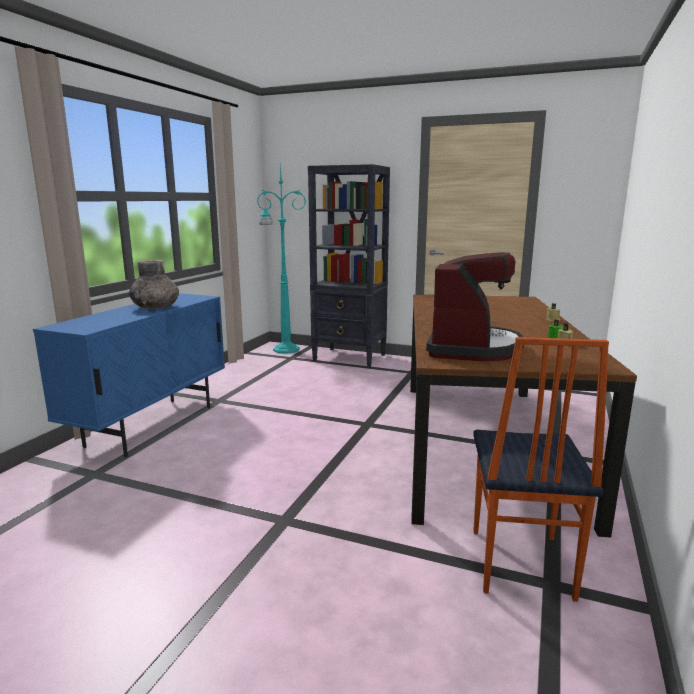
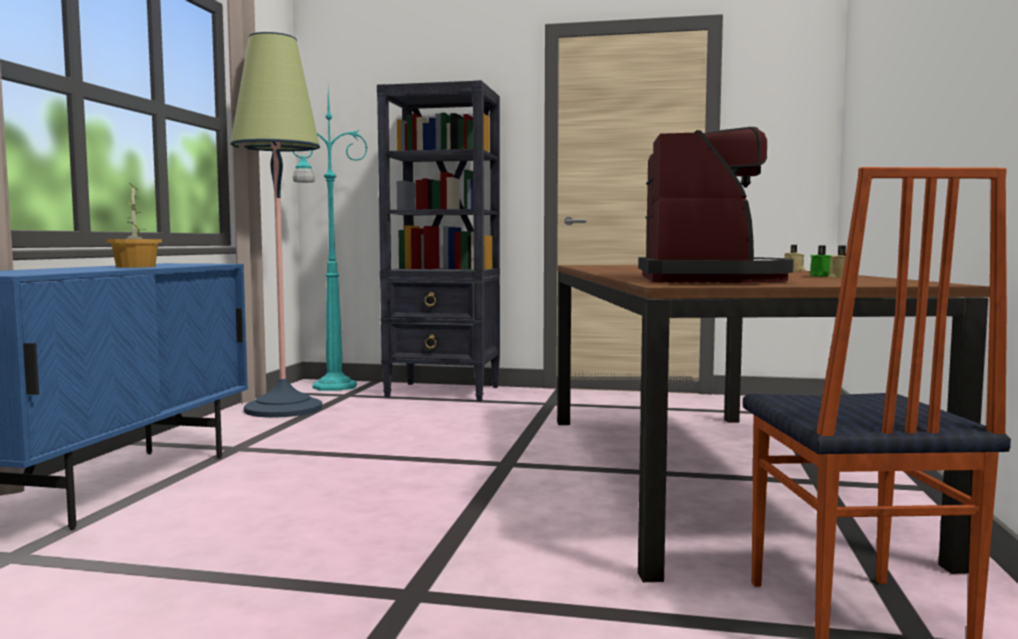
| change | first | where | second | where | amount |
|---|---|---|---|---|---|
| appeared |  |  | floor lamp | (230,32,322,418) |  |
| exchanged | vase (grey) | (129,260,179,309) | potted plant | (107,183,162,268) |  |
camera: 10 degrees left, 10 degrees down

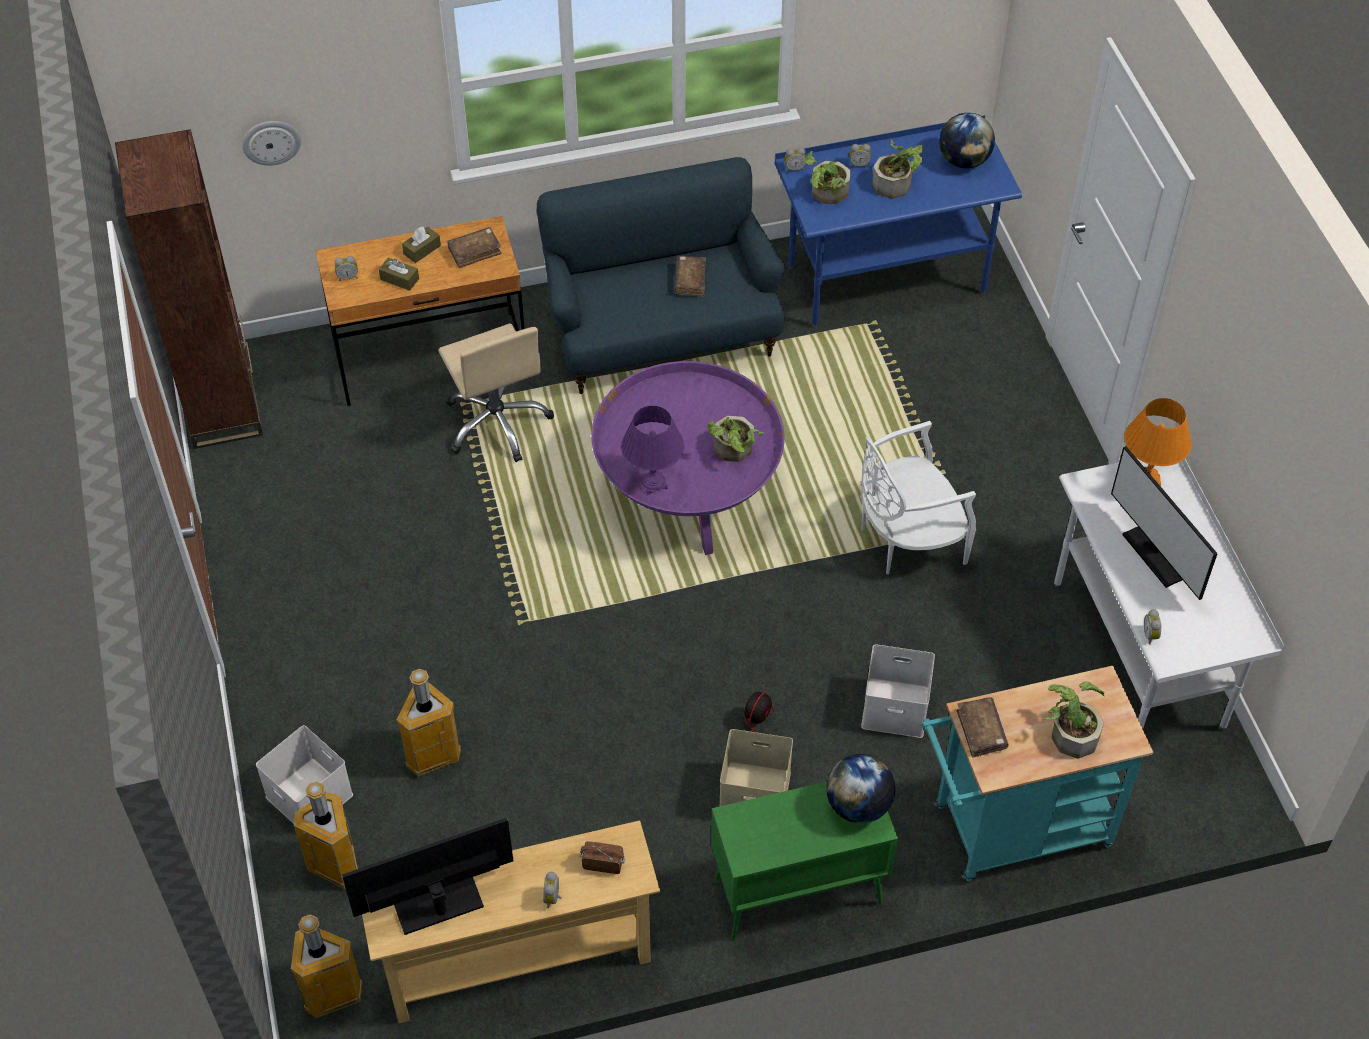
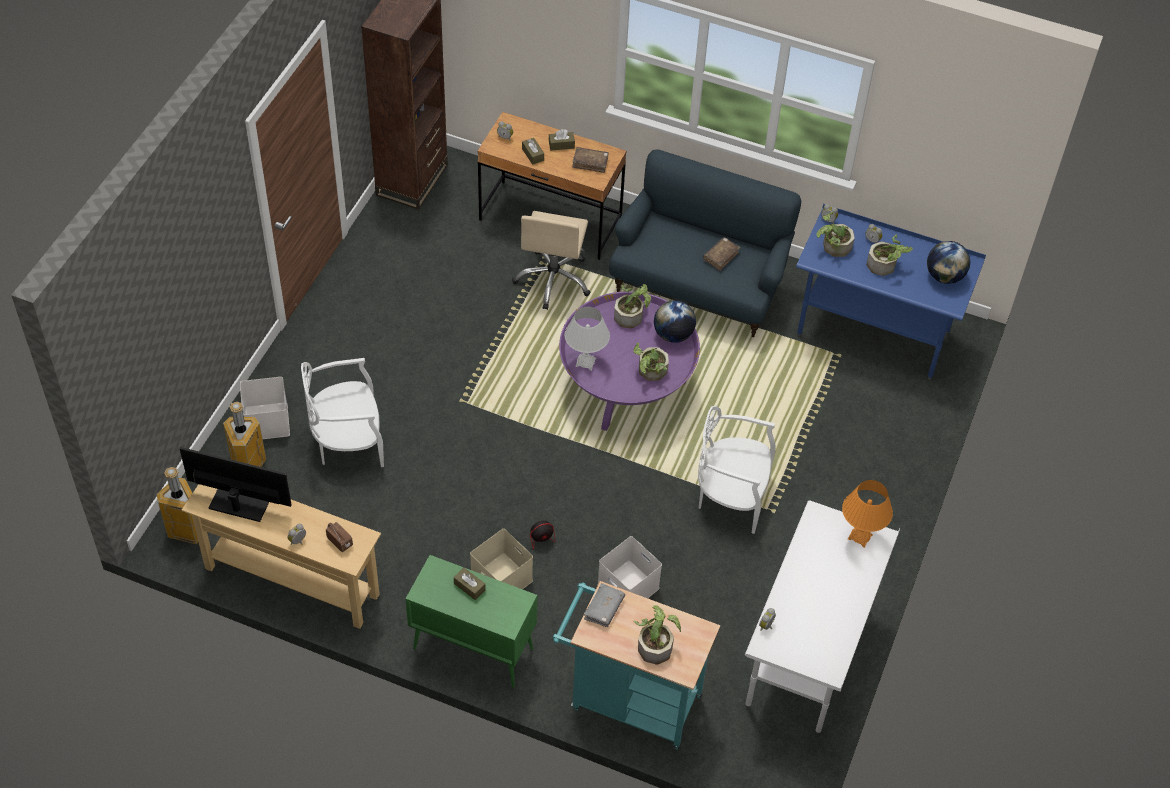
| change | first | where | second | where | amount |
|---|---|---|---|---|---|
| missing | wall clock | (242,121,301,166) |  |  |  |
| missing | monitor | (1111,446,1218,600) |  |  |  |
| appeared |  |  | tissue box (brown) | (454,568,485,600) |  |
| appeared |  |  | potted plant | (614,284,651,328) |  |
| relocated | globe | (826,754,895,823) |  | (654,300,696,343) |  |
| exchanged | trash can | (396,669,461,777) | chair (white) | (301,358,384,467) |  |
| colour | table lamp (purple) | (621,406,684,495) | table lamp (white) | (564,307,610,371) |  |
| colour | book (brown) | (957,697,1009,758) | book (grey) | (584,583,625,627) |  |
camera: 35 degrees right, 0 degrees up

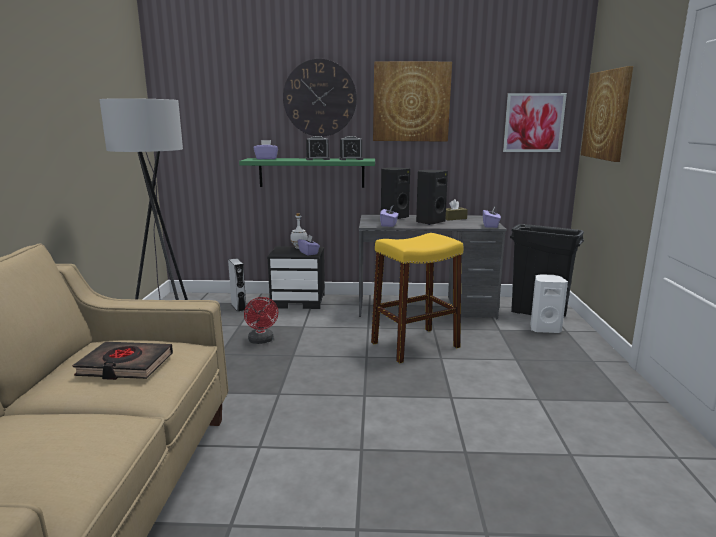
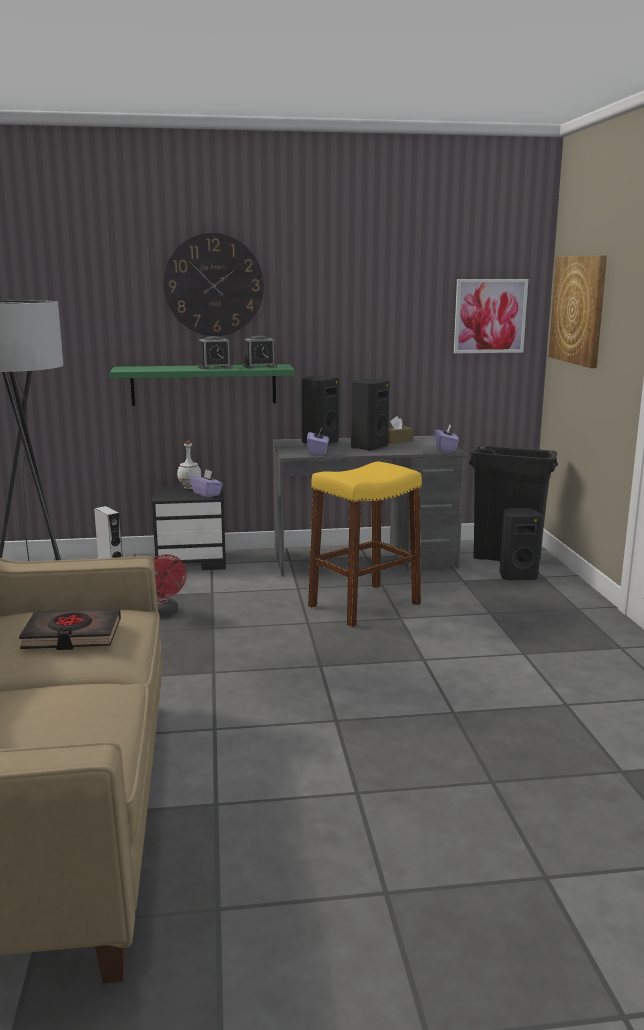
| change | first | where | second | where | amount |
|---|---|---|---|---|---|
| missing | tissue box (purple) | (254,140,278,159) |  |  |  |
| missing | picture | (373,61,452,142) |  |  |  |
| colour | speaker (white) | (530,274,568,333) | speaker (black) | (500,508,543,580) |  |
camera: 10 degrees left, 0 degrees up

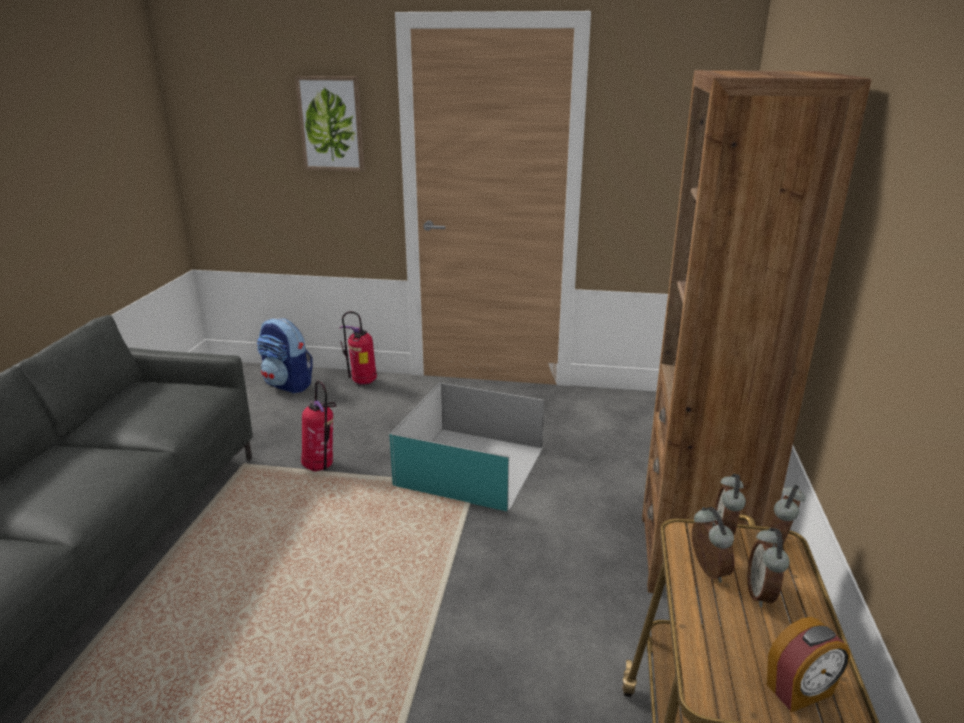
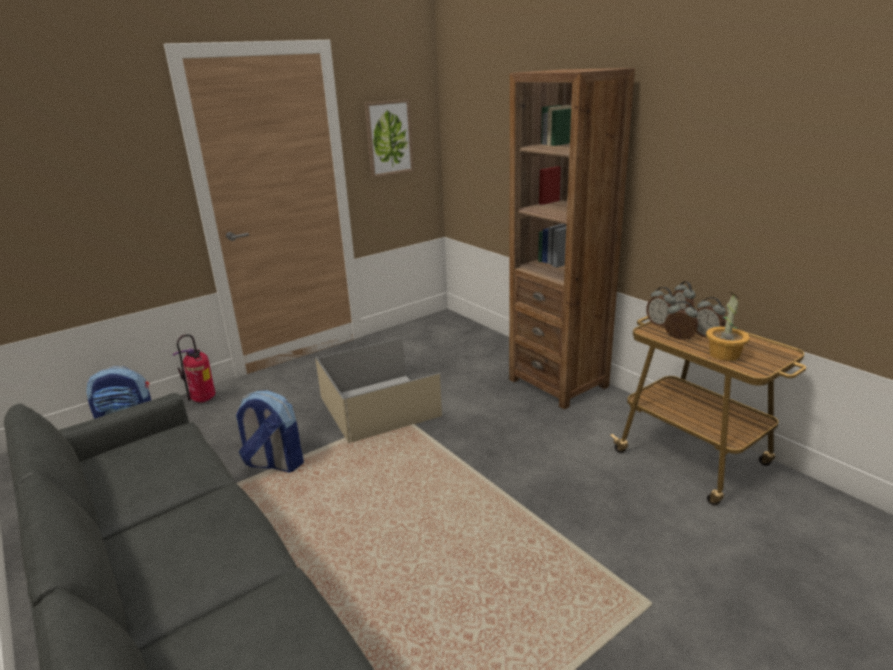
| change | first | where | second | where | amount |
|---|---|---|---|---|---|
| missing | alarm clock | (767,617,850,712) |  |  |  |
| appeared |  |  | potted plant | (706,292,750,361) |  |
| relocated | picture | (295,76,365,171) |  | (364,99,414,178) |  |
| exchanged | fire extinguisher | (301,381,337,471) | backpack | (236,390,304,473) |  |
| colour | storage box (turquoise) | (389,381,544,511) | storage box (beige) | (315,337,442,443) |  |
camera: 45 degrees left, 0 degrees up

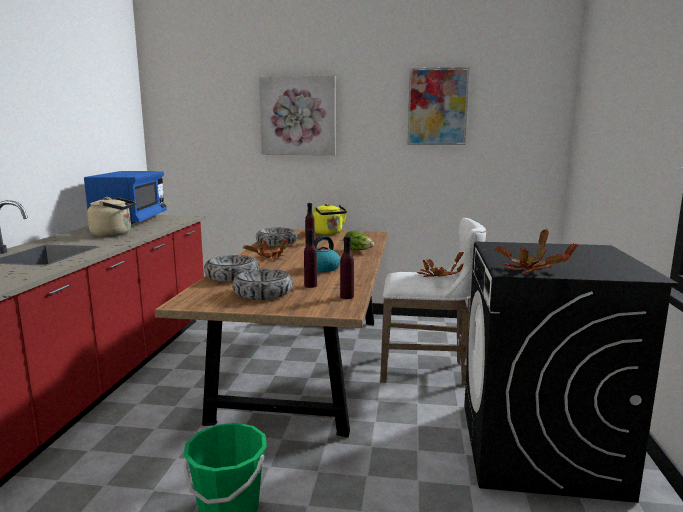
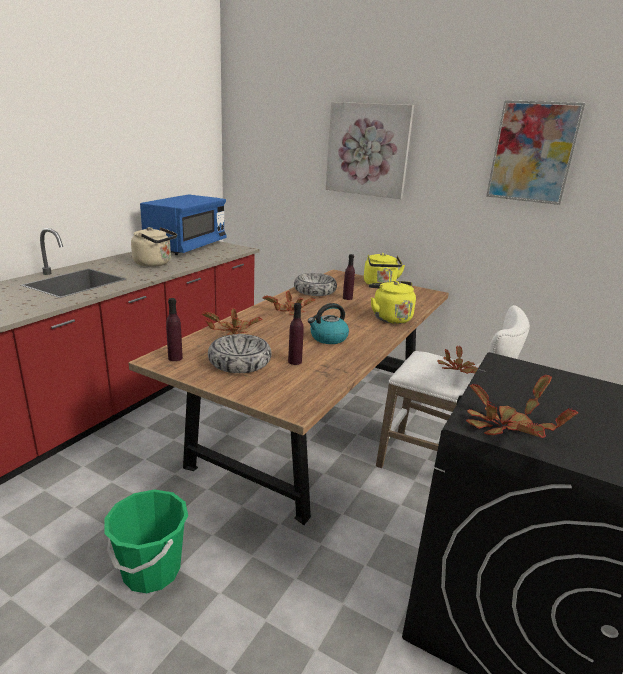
| change | first | where | second | where | amount |
|---|---|---|---|---|---|
| relocated | bottle (purple) | (340,236,354,299) |  | (166,298,183,361) |  |
| exchanged | bowl | (204,255,259,282) | potted plant | (202,307,263,335) |  |
| exchanged | lettuce | (344,231,374,250) | kettle (yellow) | (369,281,416,324) |  |
camera: 20 degrees right, 10 degrees up

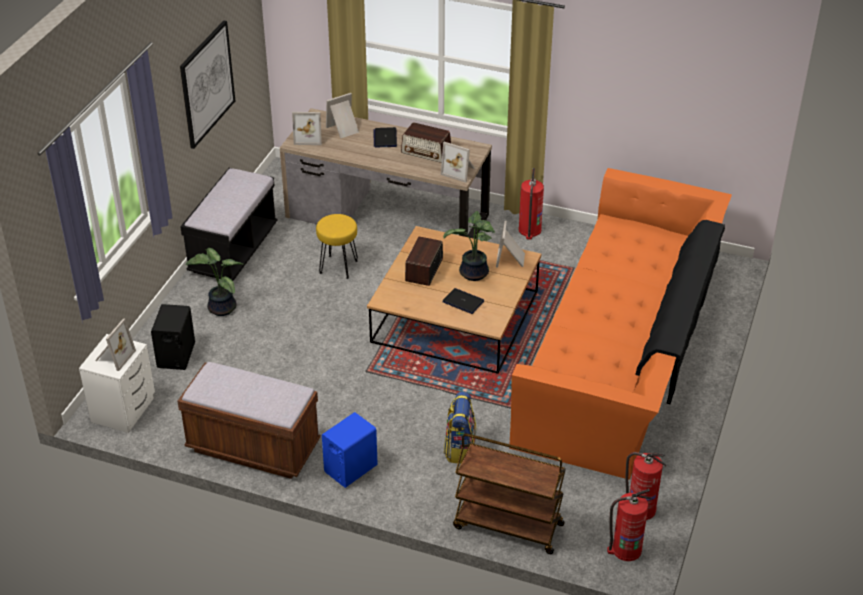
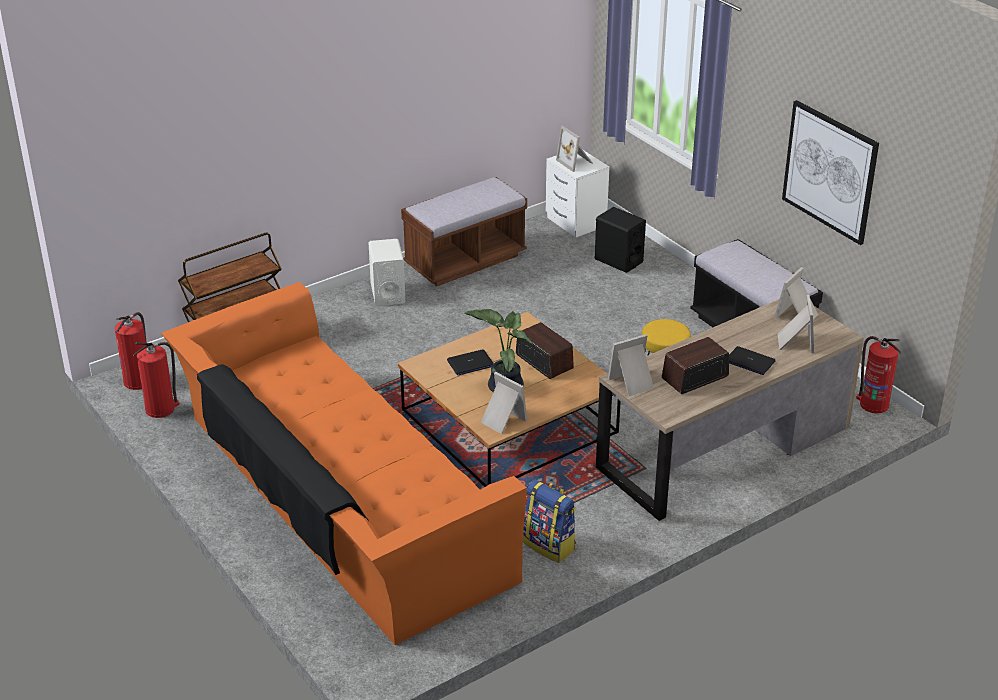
| change | first | where | second | where | amount |
|---|---|---|---|---|---|
| missing | potted plant | (185,248,243,316) |  |  |  |
| relocated | backpack | (444,391,476,464) |  | (523,479,576,563) |  |
| relocated | fire extinguisher | (519,168,544,240) |  | (856,336,901,413) |  |
| colour | speaker (blue) | (322,412,378,488) | speaker (white) | (369,239,405,306) |  |
camera: 125 degrees right, 5 degrees down

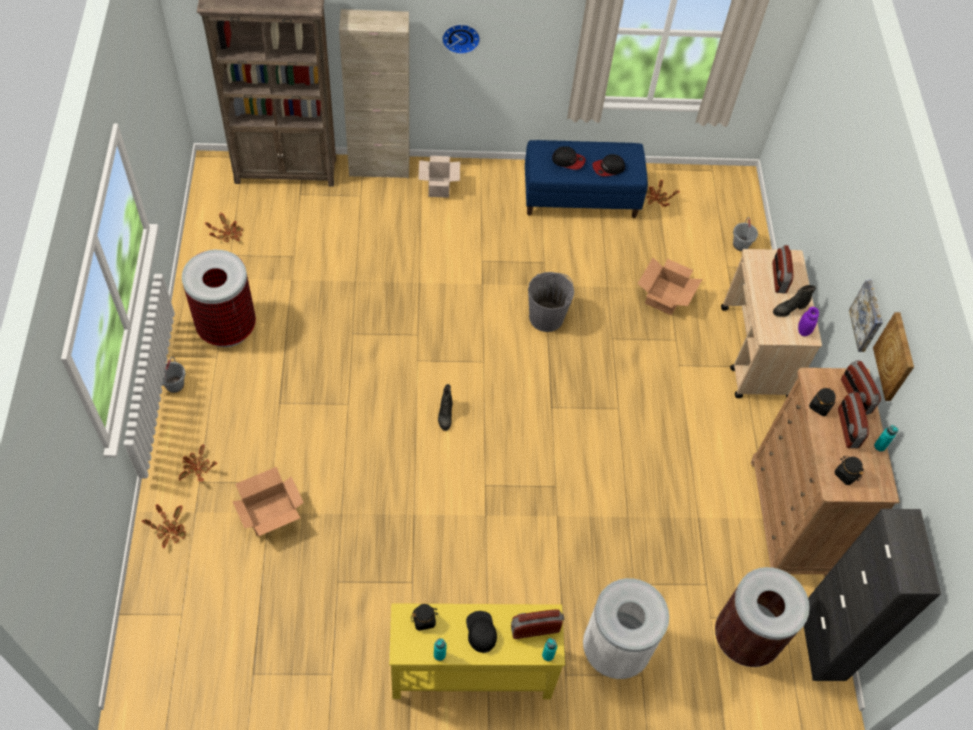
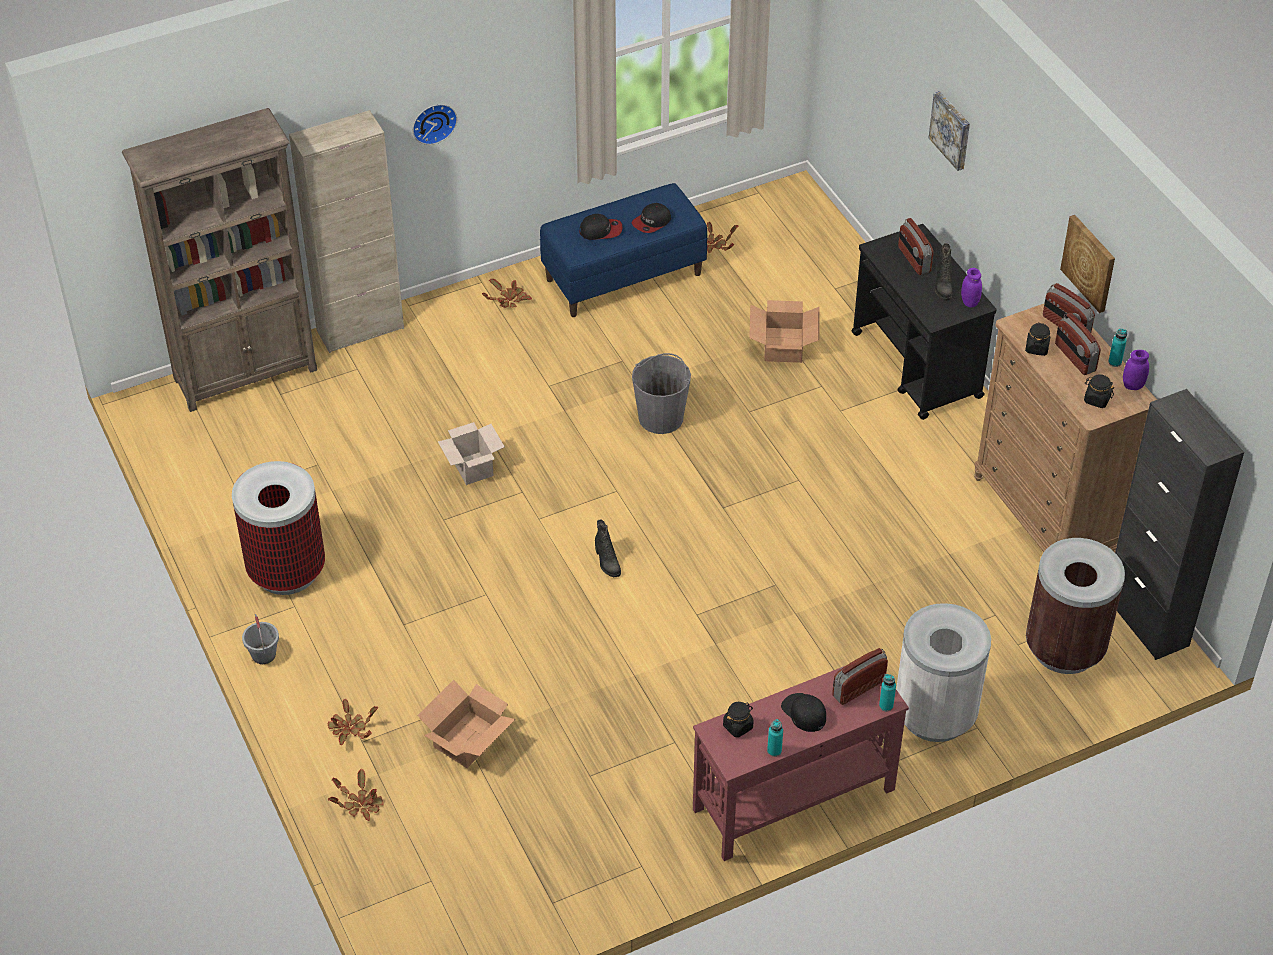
| change | first | where | second | where | amount |
|---|---|---|---|---|---|
| missing | bucket (grey) | (733,217,758,251) |  |  |  |
| appeared |  |  | jar (purple) | (1123,350,1149,390) |  |
| relocated | potted plant | (205,213,243,242) |  | (482,279,532,308) |  |
| relocated | cardboard box | (418,156,460,198) |  | (438,422,505,485) |  |
| relocated | picture | (849,280,883,352) |  | (929,91,970,171) |  |
| colour | console table (yellow) | (389,603,565,699) | console table (red) | (693,666,909,861) |  |
| colour | cart (beige) | (721,249,822,398) | cart (black) | (852,224,997,420) |  |
| spun | boot (black) | (773,285,816,317) |  | (935,243,953,301) | 45 degrees counterclockwise |
camera: 20 degrees left, 10 degrees down

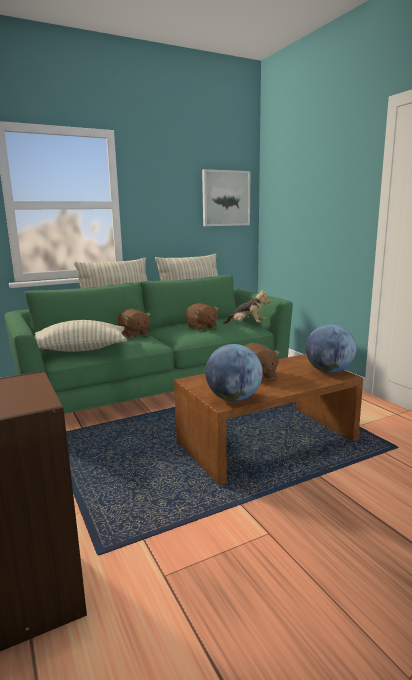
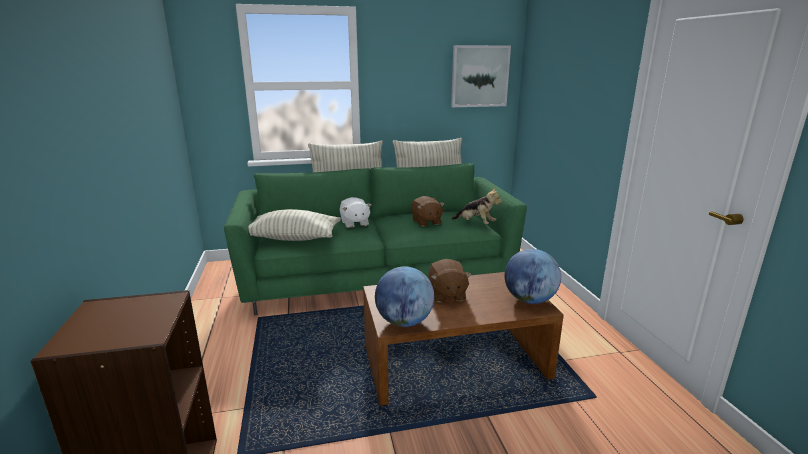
| change | first | where | second | where | amount |
|---|---|---|---|---|---|
| colour | plush toy (brown) | (117,309,151,338) | plush toy (white) | (340,197,371,228) |  |
camera: 15 degrees right, 5 degrees up

